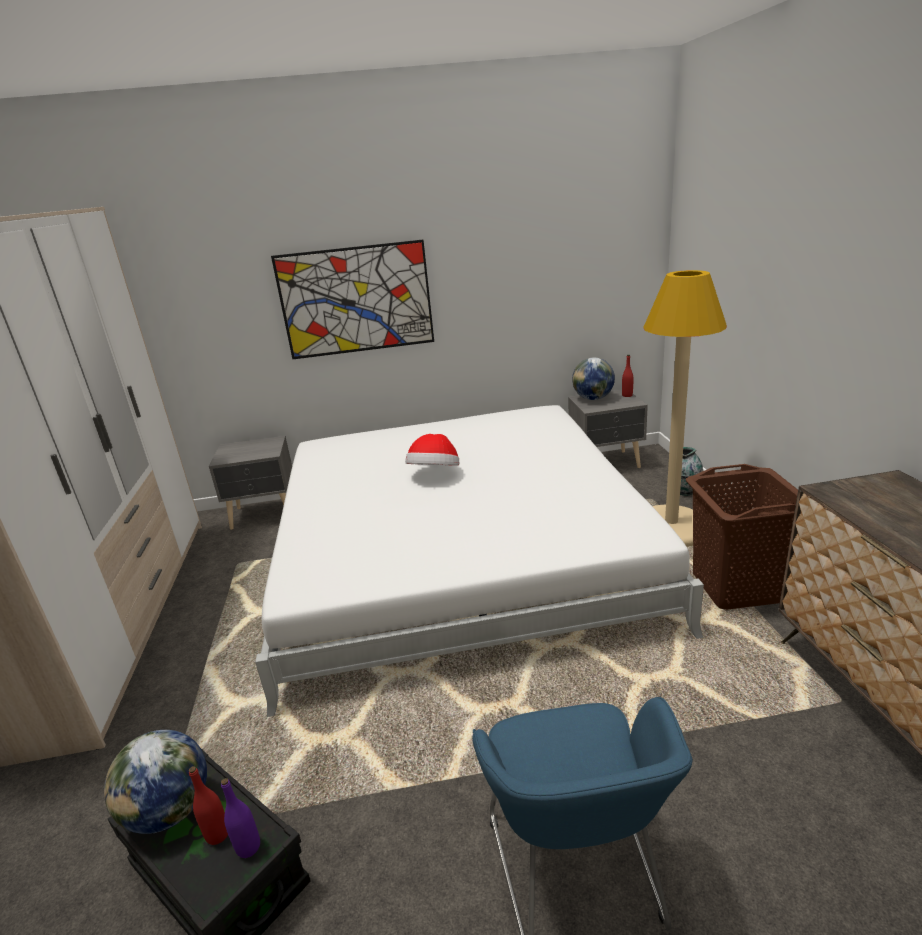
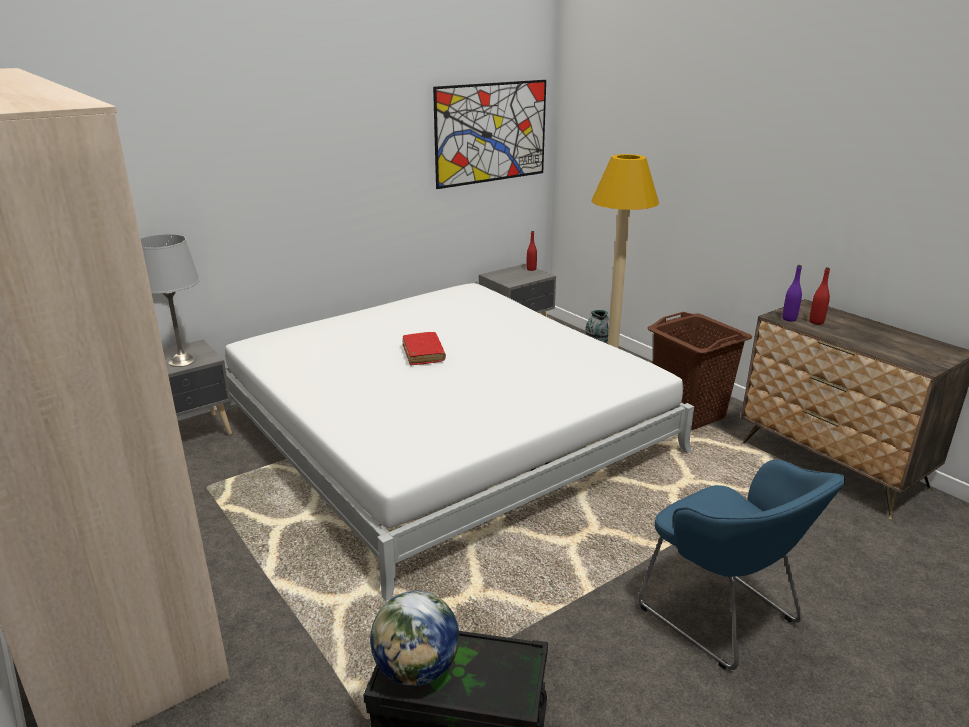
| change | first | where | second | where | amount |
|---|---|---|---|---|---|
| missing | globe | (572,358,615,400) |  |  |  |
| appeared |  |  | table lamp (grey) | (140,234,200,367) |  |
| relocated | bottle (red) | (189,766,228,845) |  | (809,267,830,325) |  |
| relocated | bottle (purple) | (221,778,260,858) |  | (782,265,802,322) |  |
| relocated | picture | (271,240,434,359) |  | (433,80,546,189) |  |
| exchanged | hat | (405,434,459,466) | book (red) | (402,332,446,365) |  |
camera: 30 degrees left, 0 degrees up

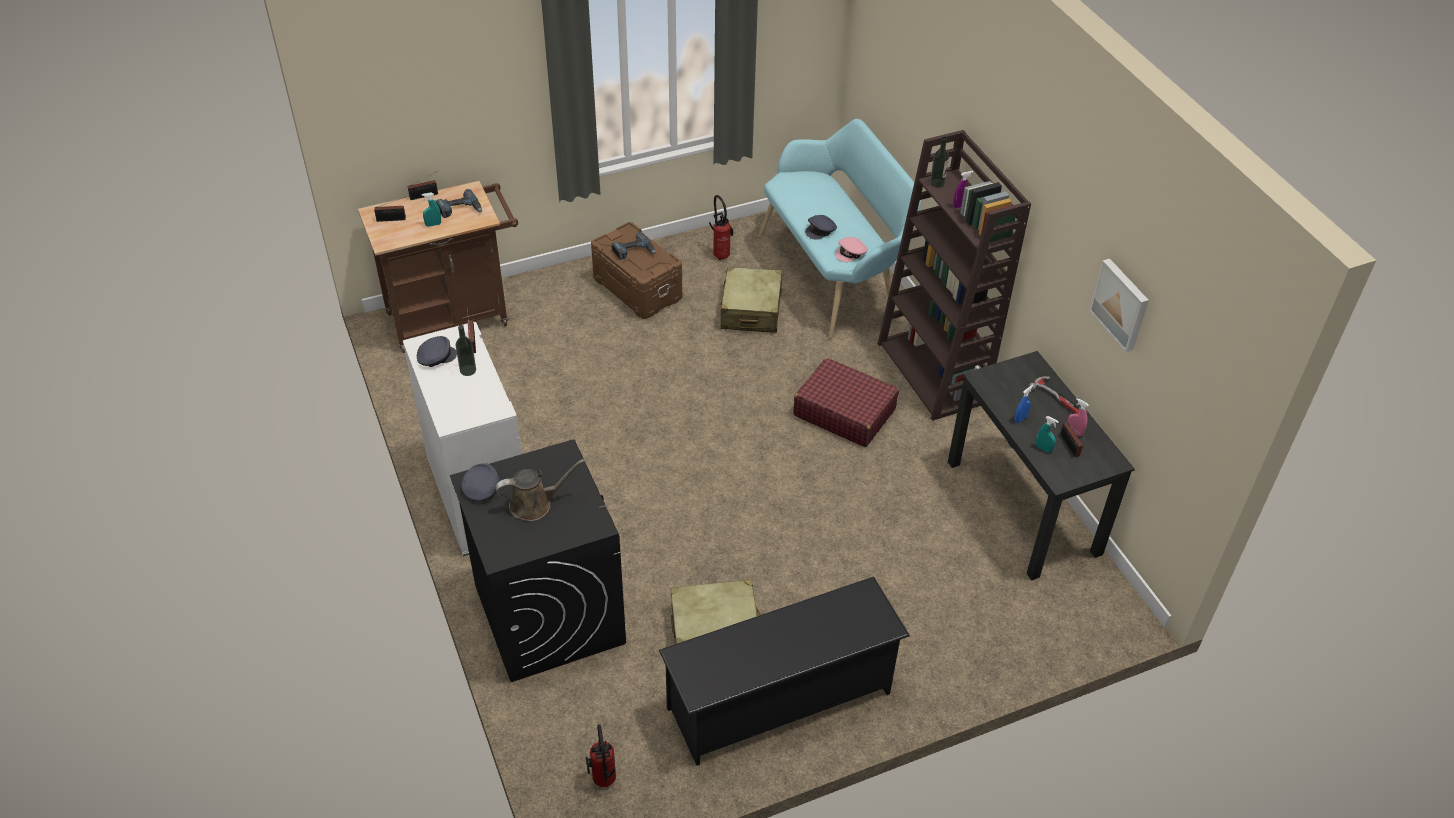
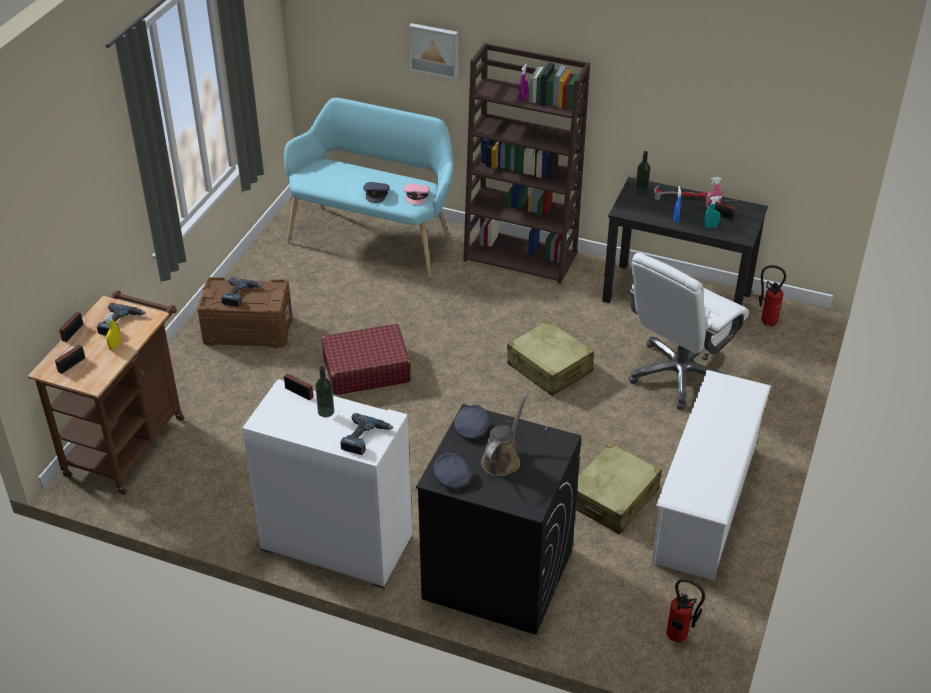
| change | first | where | second | where | amount |
|---|---|---|---|---|---|
| appeared |  |  | power drill | (340,413,394,455) |  |
| appeared |  |  | office chair (white) | (628,253,749,410) |  |
| relocated | cap (grey) | (417,336,457,367) |  | (454,405,490,439) |  |
| relocated | fire extinguisher | (709,195,733,260) |  | (759,265,786,326) |  |
| relocated | suitcase (beige) | (720,267,782,333) |  | (507,320,594,396) |  |
| relocated | suitcase (red) | (793,358,899,447) |  | (322,324,411,395) |  |
| relocated | bottle | (930,137,949,188) |  | (635,151,650,195) |  |
| relocated | picture | (1089,258,1149,352) |  | (409,23,458,79) |  |
| colour | spray bottle (turquoise) | (421,192,441,227) | spray bottle (yellow) | (103,313,121,351) |  |
| colour | shoe rack (black) | (659,577,910,766) | shoe rack (white) | (651,370,771,581) |  |
camera: 45 degrees left, 5 degrees down

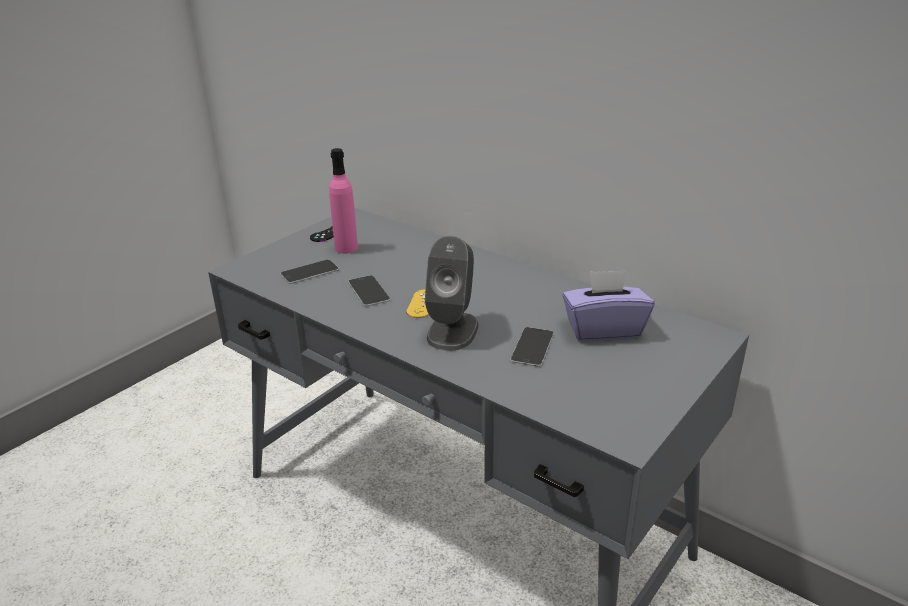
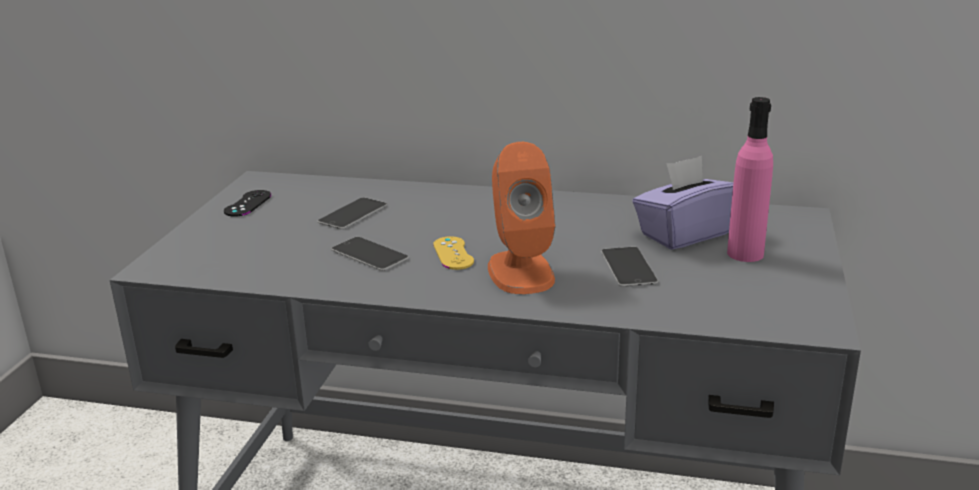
| change | first | where | second | where | amount |
|---|---|---|---|---|---|
| relocated | phone | (280,259,339,284) |  | (317,197,387,229) |  |
| relocated | bottle (pink) | (329,148,358,254) |  | (727,97,773,262) |  |
| colour | speaker (grey) | (425,236,478,351) | speaker (orange) | (488,142,555,294) |  |
camera: 25 degrees left, 5 degrees down

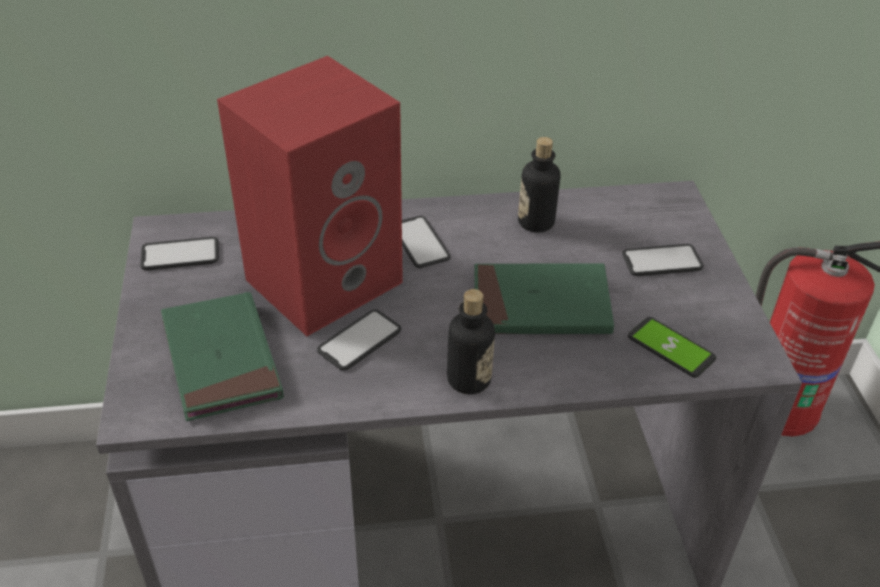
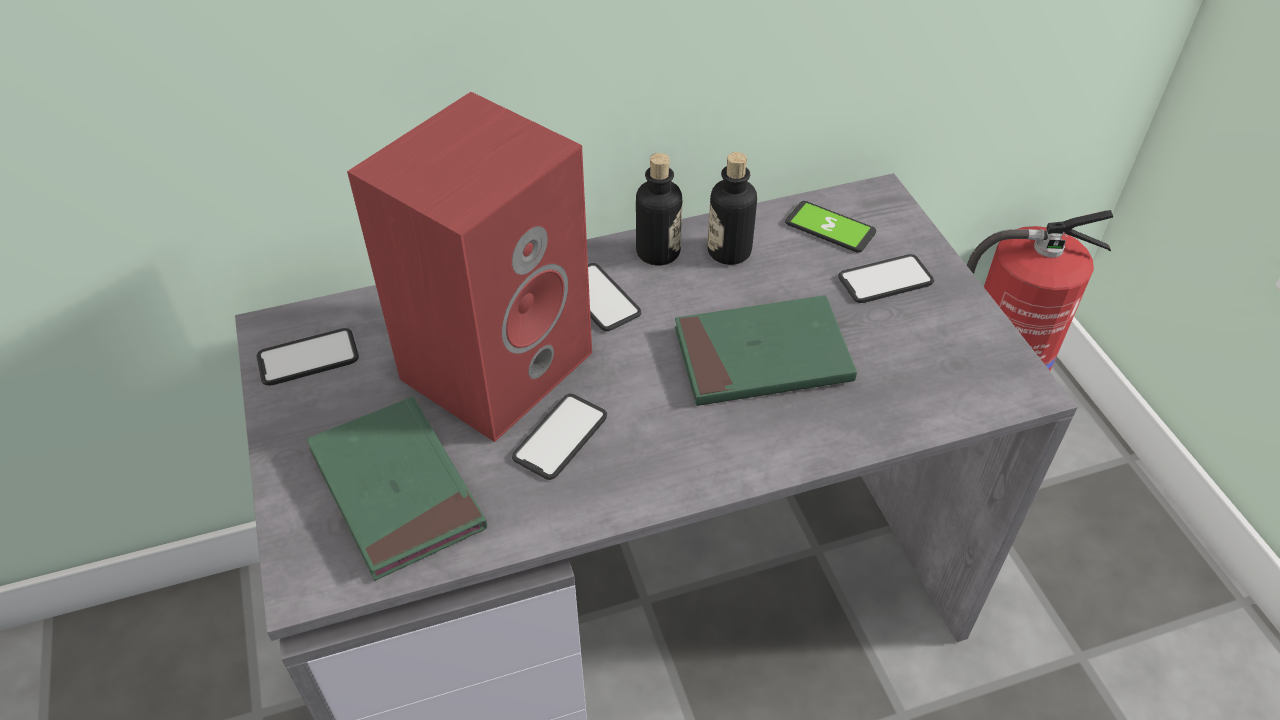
| change | first | where | second | where | amount |
|---|---|---|---|---|---|
| relocated | bottle | (447,289,495,394) |  | (636,153,682,266) |  |
| relocated | phone | (628,317,716,378) |  | (785,201,876,253) |  |
camera: 10 degrees left, 5 degrees up

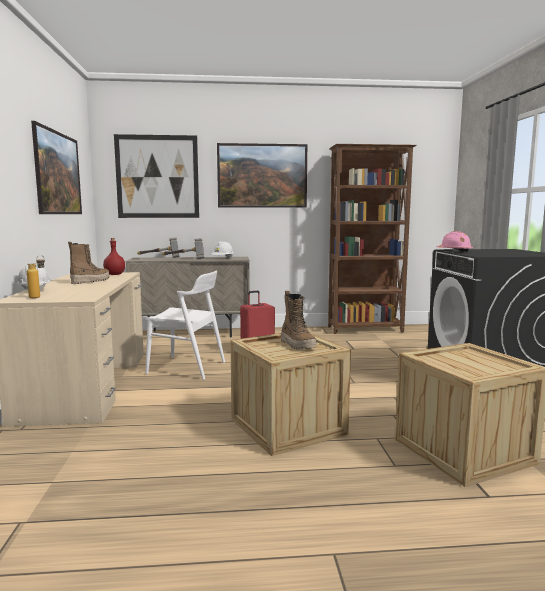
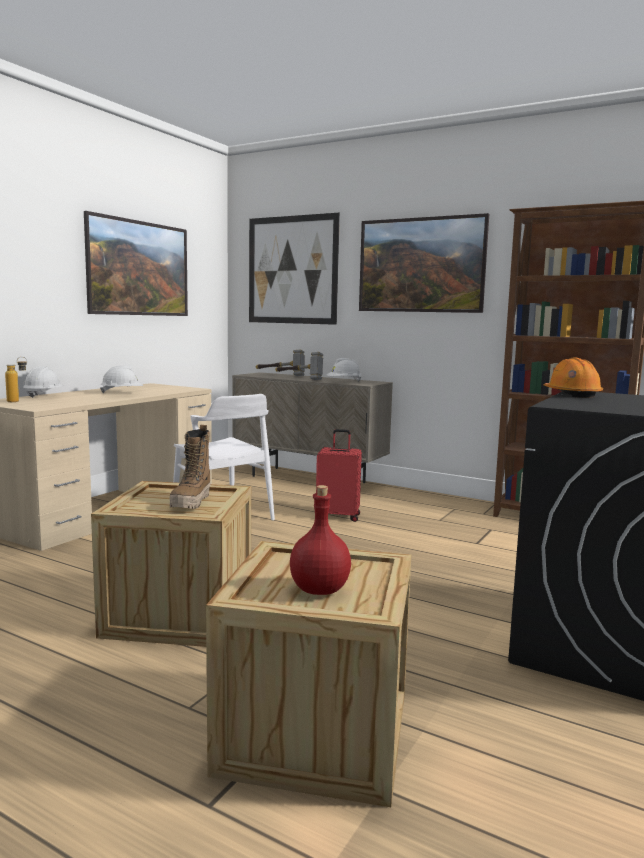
| change | first | where | second | where | amount |
|---|---|---|---|---|---|
| relocated | bottle (red) | (103,238,125,275) |  | (290,485,351,595) |  |
| exchanged | boot | (68,242,109,284) | hard hat (white) | (100,365,143,393) |  |
| colour | hard hat (pink) | (436,231,473,252) | hard hat (orange) | (544,357,603,398) |  |
camera: 35 degrees right, 0 degrees up

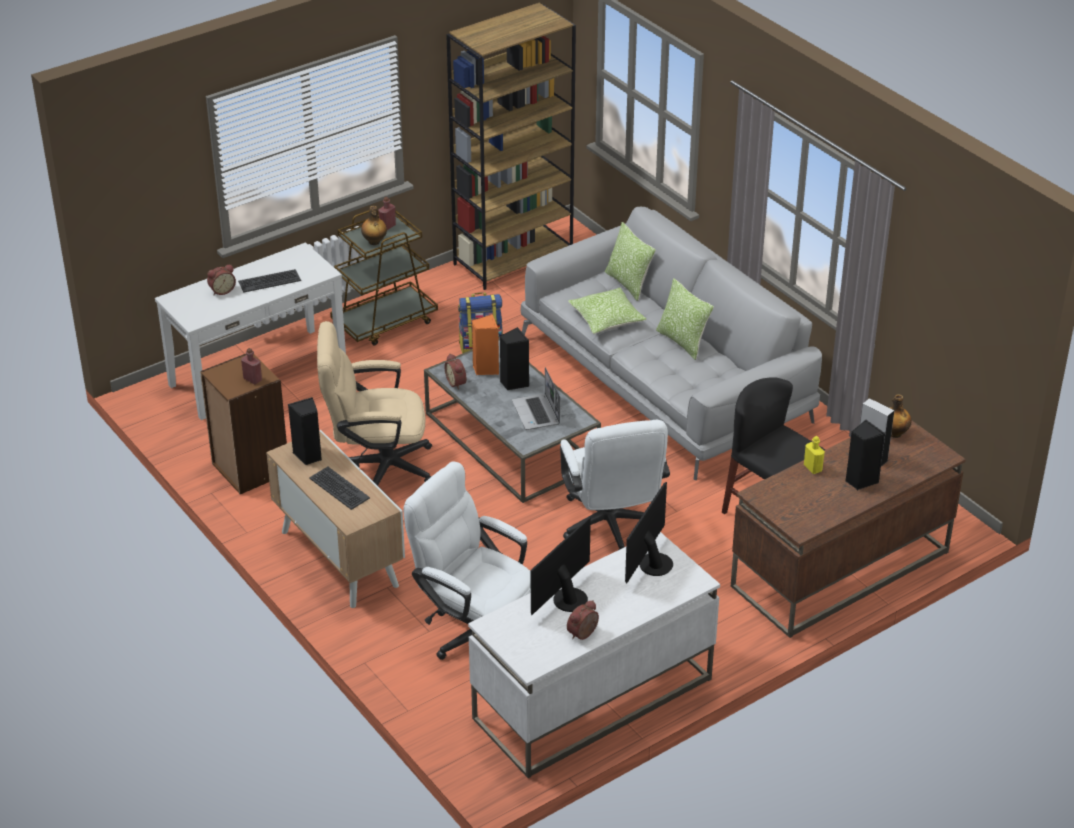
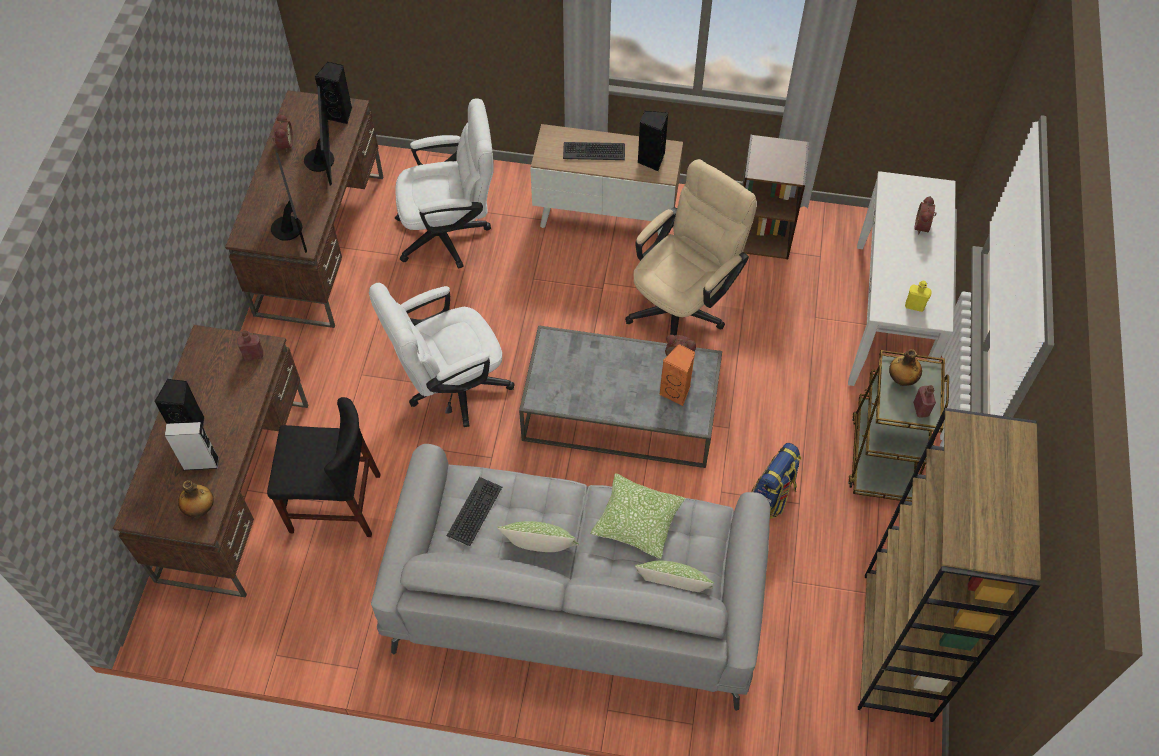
| change | first | where | second | where | amount |
|---|---|---|---|---|---|
| missing | laptop | (512,367,560,430) |  |  |  |
| relocated | keyboard | (238,269,301,293) |  | (447,477,502,546) |  |
| relocated | bottle (red) | (241,348,262,384) |  | (237,330,263,360) |  |
| relocated | speaker (black) | (500,327,529,390) |  | (315,62,352,124) |  |
| relocated | bottle (yellow) | (804,436,825,474) |  | (905,280,932,312) |  |
| colour | desk (white) | (468,532,720,778) | desk (brown) | (225,90,383,328) |  |
| spun | office chair (white) | (560,420,670,550) |  | (369,283,515,427) | 60 degrees counterclockwise |
camera: 135 degrees right, 20 degrees up

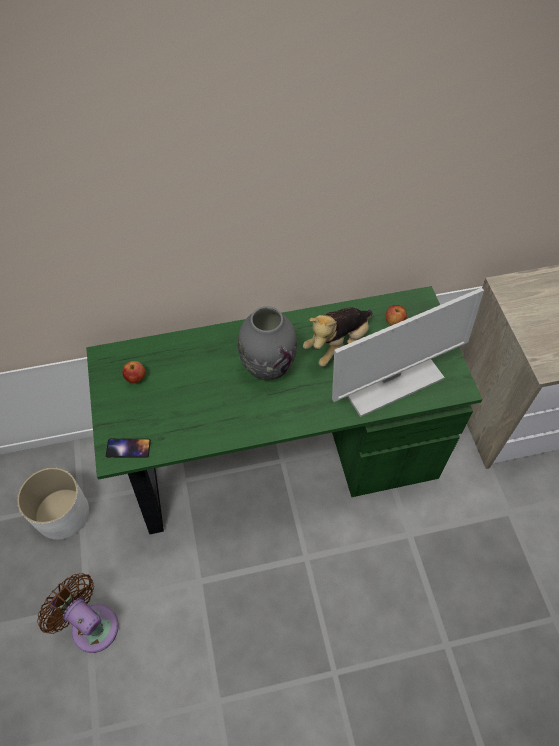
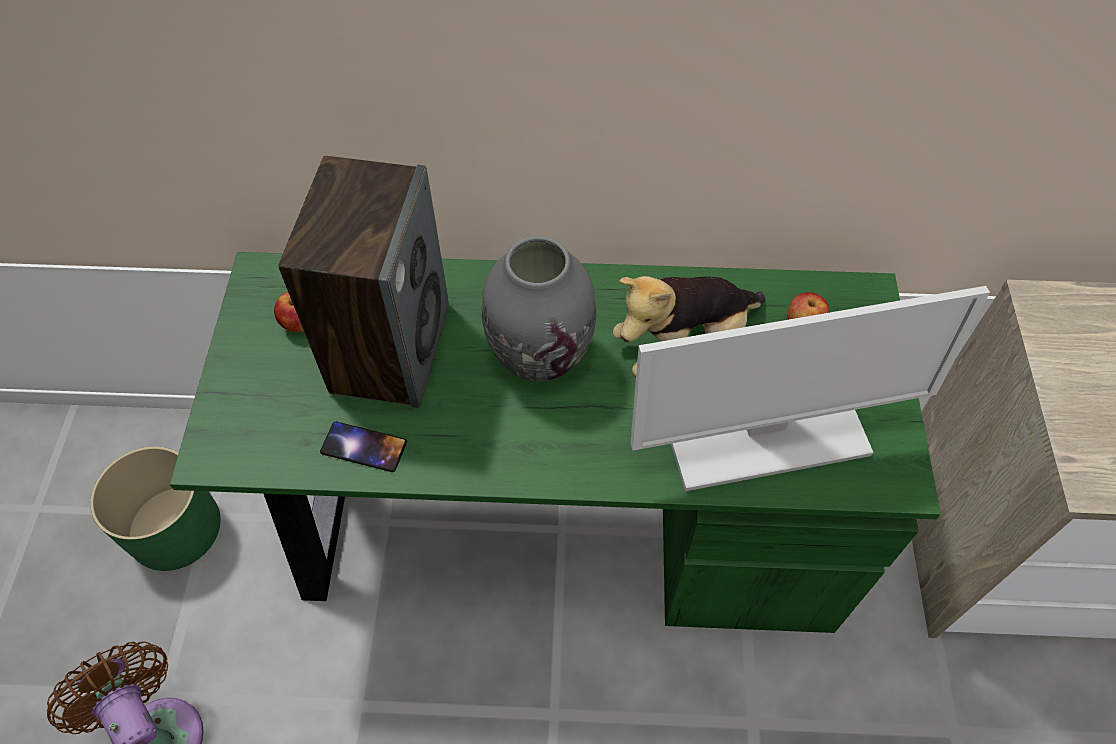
| change | first | where | second | where | amount |
|---|---|---|---|---|---|
| appeared |  |  | speaker | (278,156,449,408) |  |
| relocated | phone | (106,438,151,458) |  | (320,422,407,472) |  |
| colour | planter (white) | (17,468,89,540) | planter (green) | (90,446,221,571) |  |
camera: 15 degrees right, 0 degrees up

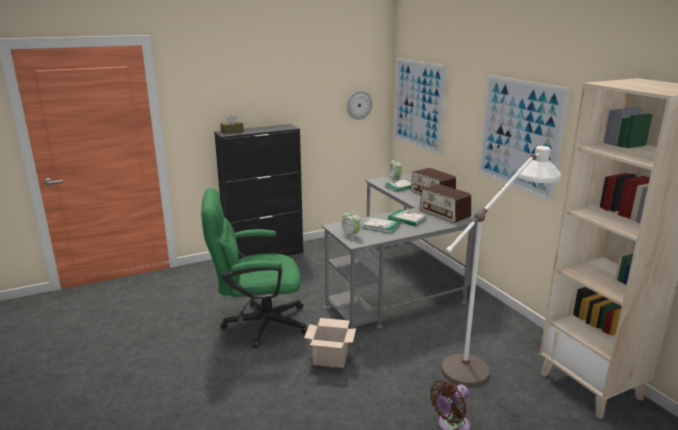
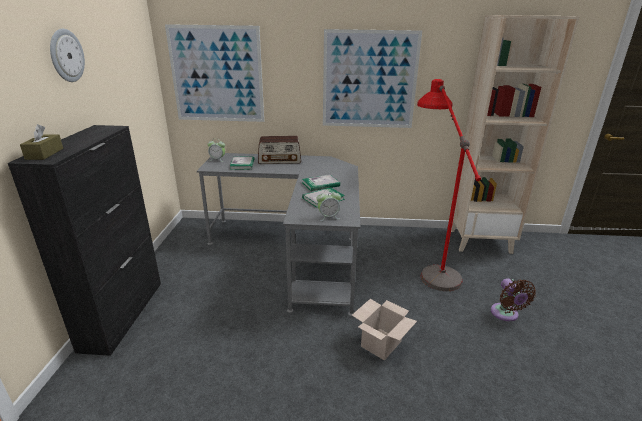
| change | first | where | second | where | amount |
|---|---|---|---|---|---|
| missing | office chair (green) | (201,188,308,348) |  |  |  |
| missing | radio | (419,184,471,223) |  |  |  |
| relocated | wall clock | (347,90,373,120) |  | (50,29,85,82) |  |
| colour | floor lamp (white) | (441,146,561,387) | floor lamp (red) | (417,79,481,291) |  |
camera: 60 degrees left, 5 degrees up

